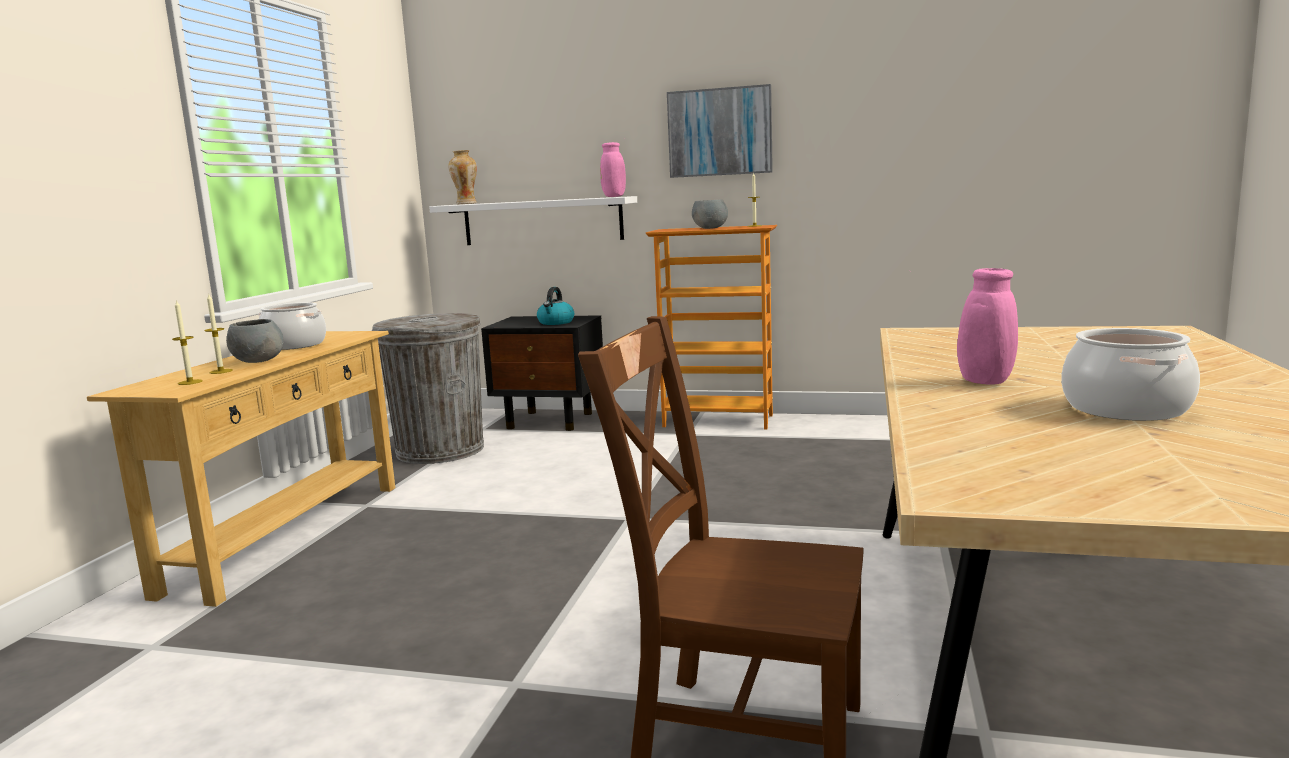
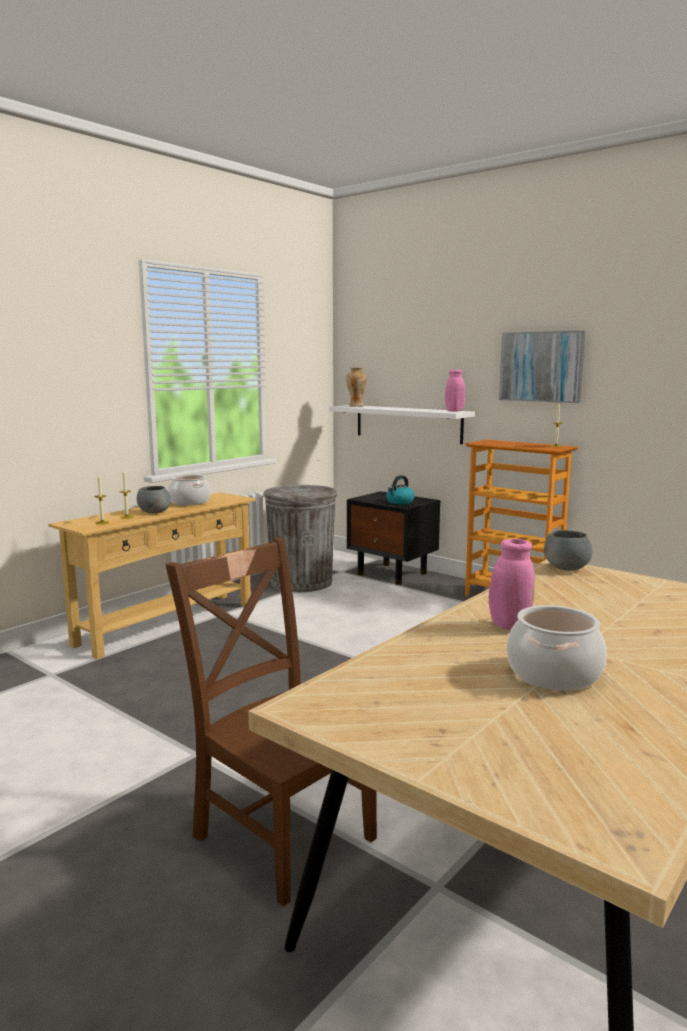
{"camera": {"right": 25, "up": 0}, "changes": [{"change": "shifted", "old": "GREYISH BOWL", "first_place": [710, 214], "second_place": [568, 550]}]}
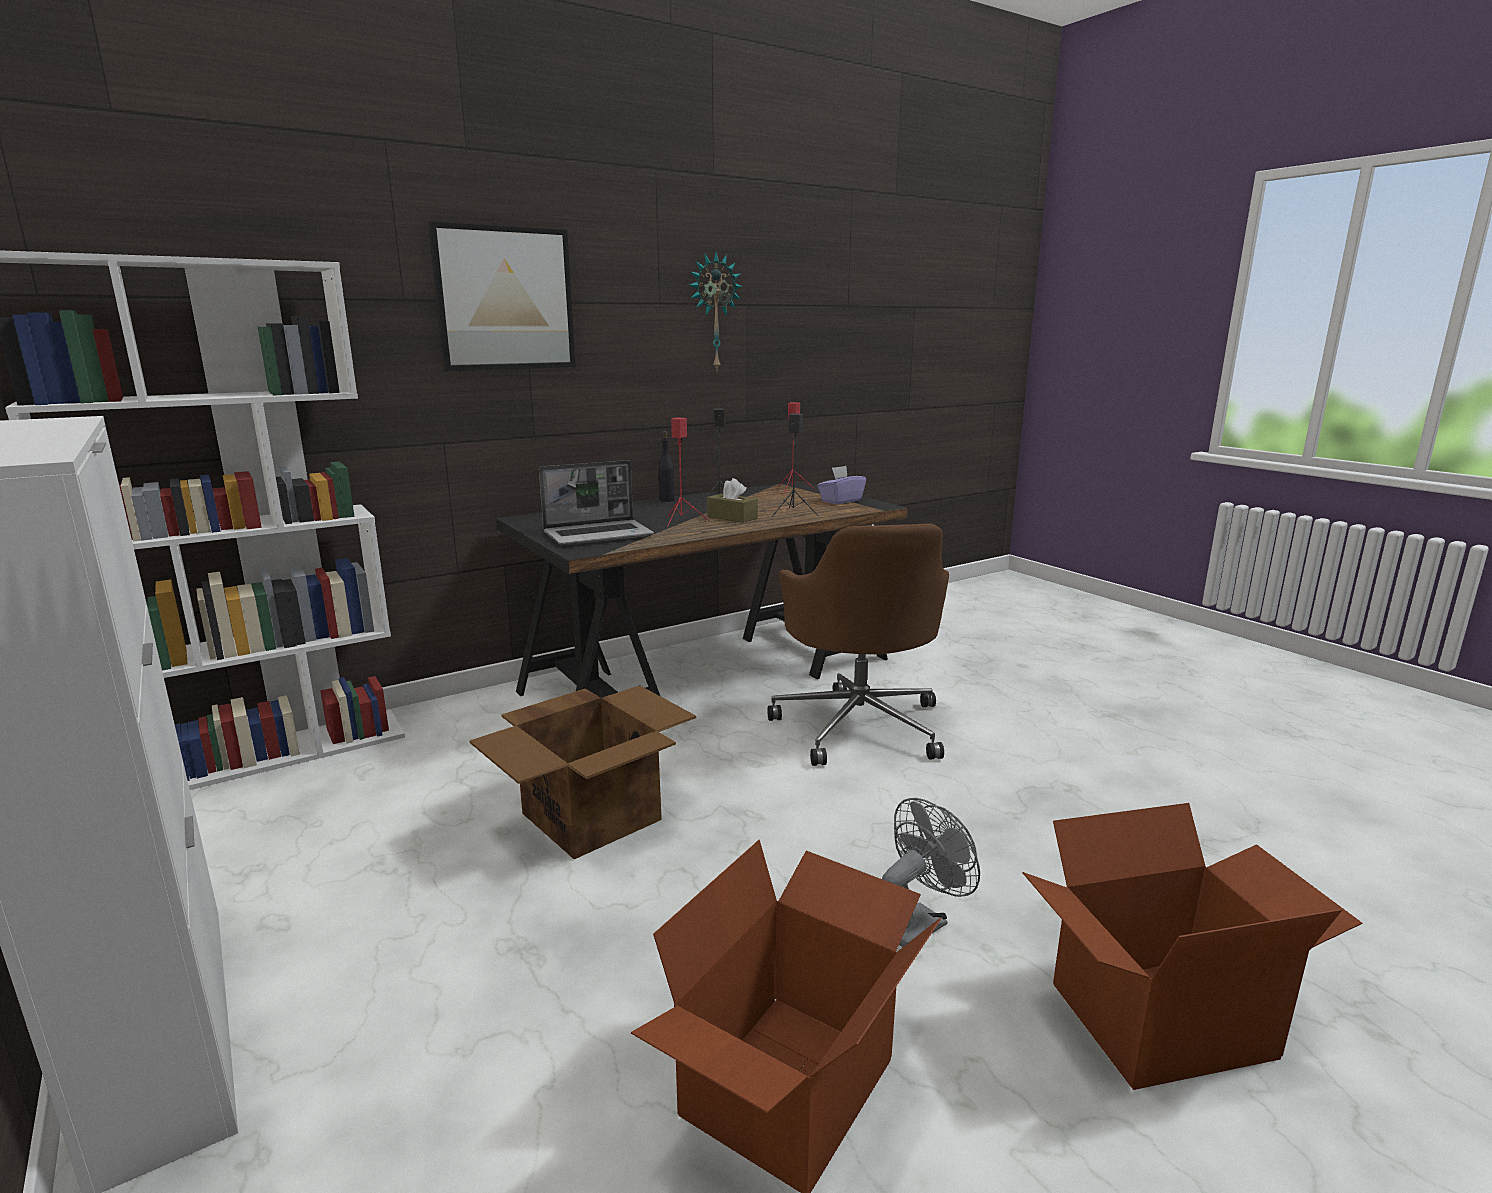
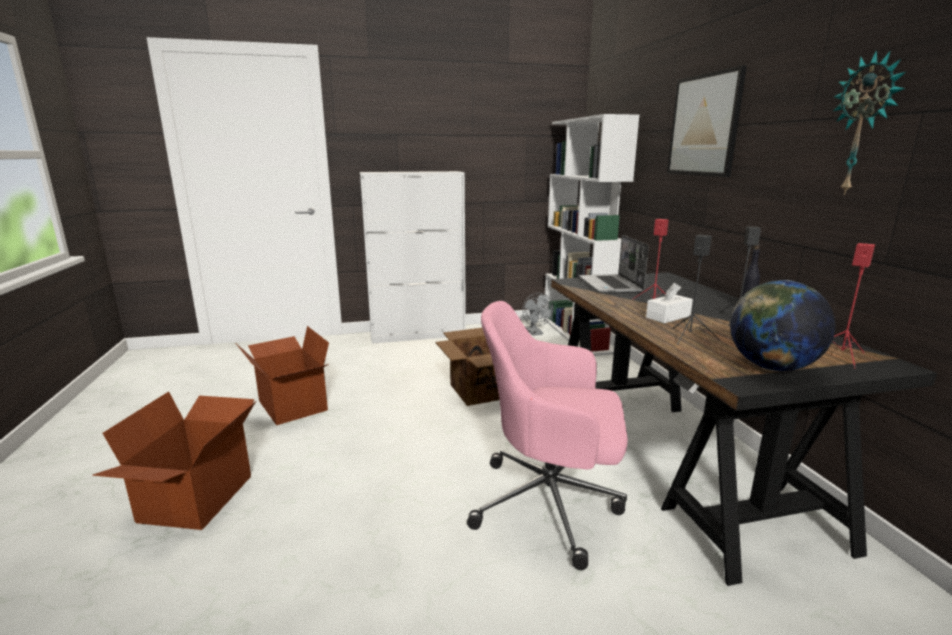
{"camera": {"right": 110, "up": 0}, "changes": [{"change": "swapped", "old": "PURPLE TISSUE HOLDER", "new": "GLOBE", "first_place": [841, 485], "second_place": [783, 325]}, {"change": "repainted", "old": "BROWN-COLOURED TISSUE HOLDER", "new": "WHITE TISSUE HOLDER", "first_place": [732, 500], "second_place": [669, 303]}, {"change": "repainted", "old": "BROWN-COLOURED OFFICE CHAIR", "new": "PINK OFFICE CHAIR", "first_place": [858, 645], "second_place": [547, 435]}, {"change": "shifted", "old": "GREYISH COOLING FAN", "first_place": [931, 872], "second_place": [538, 314]}]}
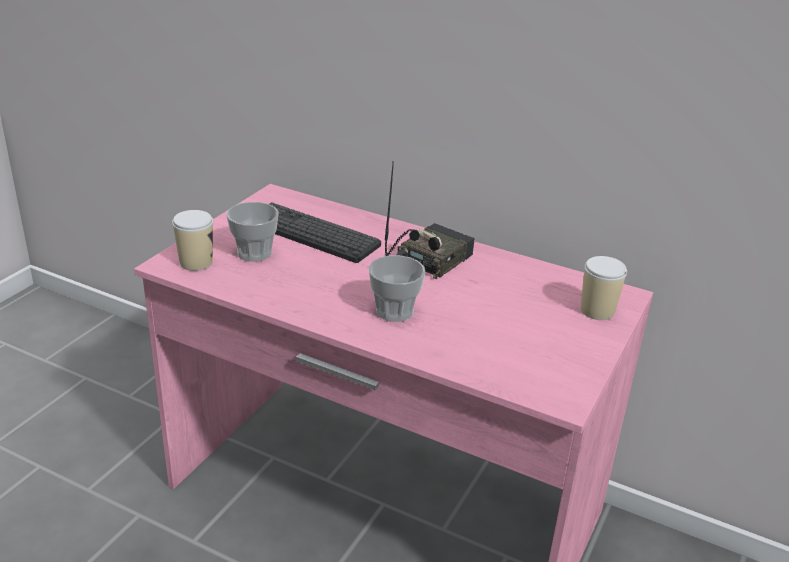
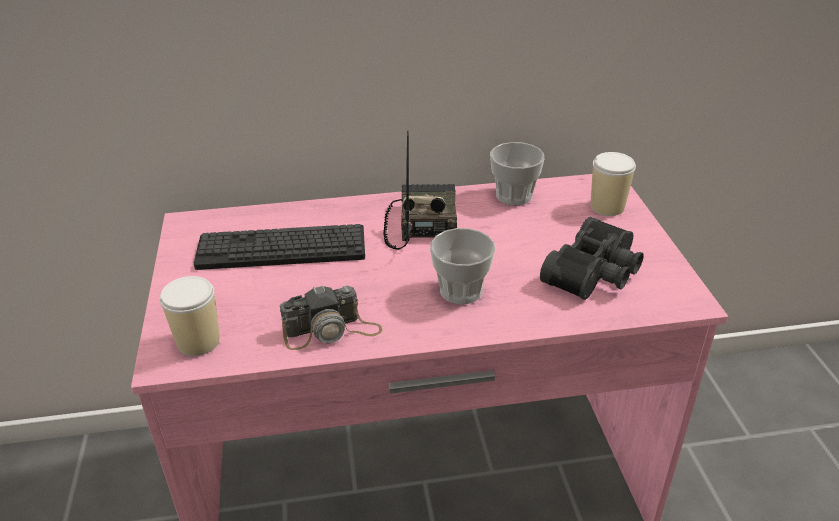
{"camera": {"right": -35, "up": 5}, "changes": [{"change": "shifted", "old": "SMALL CUP", "first_place": [252, 232], "second_place": [517, 173]}, {"change": "new", "new": "BLACK-COLOURED FIELD GLASSES", "second_place": [592, 258]}, {"change": "new", "new": "PHOTO CAMERA", "second_place": [331, 317]}]}
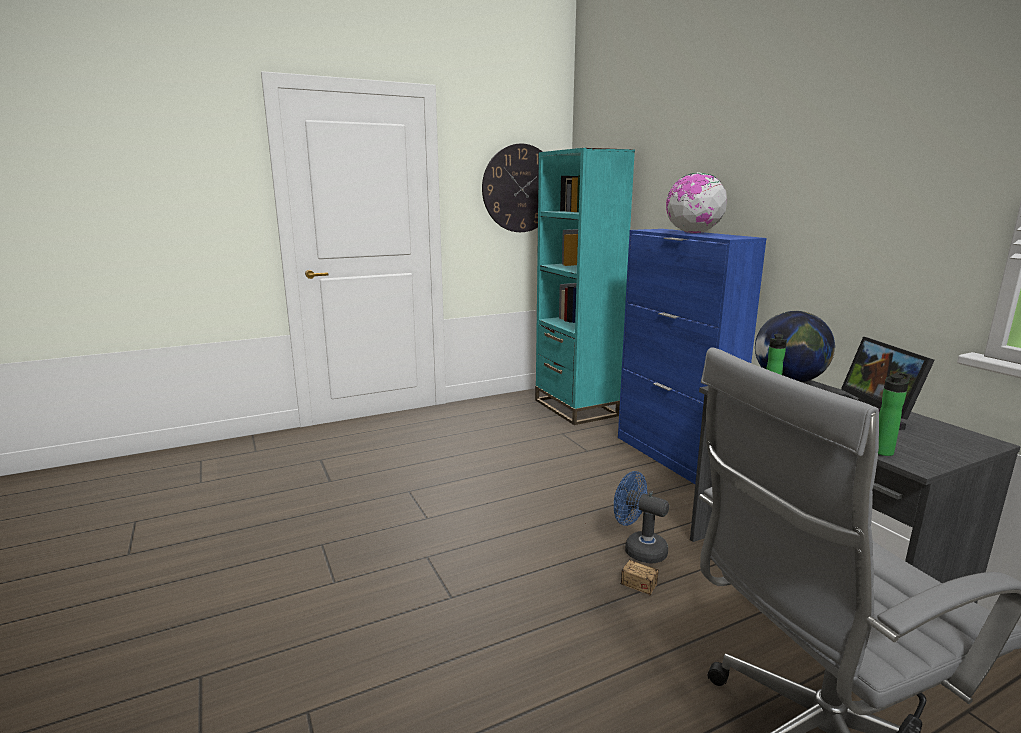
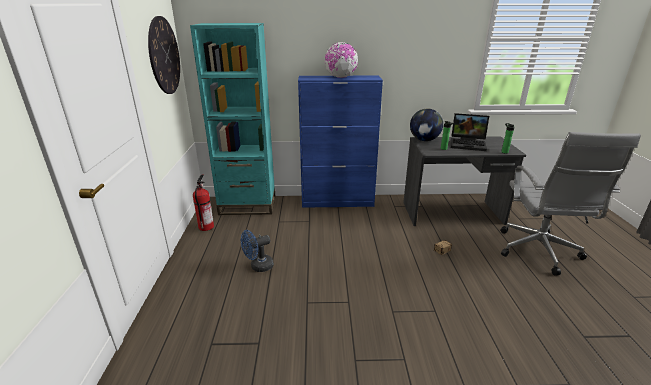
{"camera": {"right": -65, "up": 10}, "changes": [{"change": "shifted", "old": "BLUE-COLOURED COOLING FAN", "first_place": [641, 517], "second_place": [257, 251]}, {"change": "new", "new": "FIRE-FIGHTING CYLINDER", "second_place": [203, 203]}]}
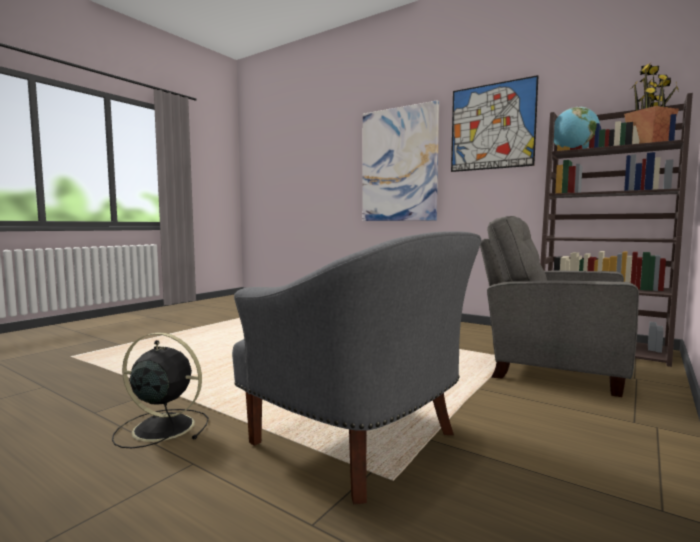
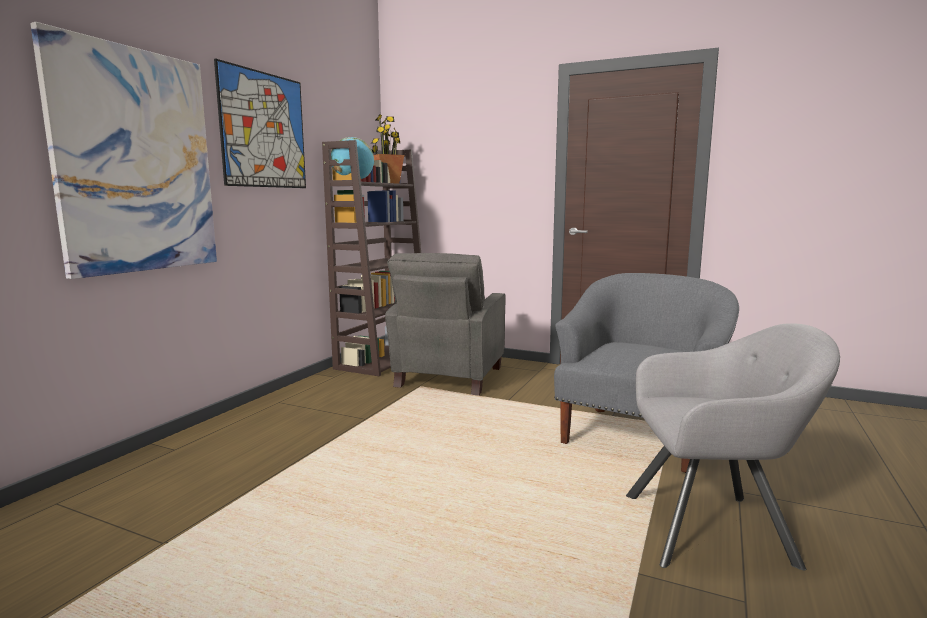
{"camera": {"right": -100, "up": 5}, "changes": [{"change": "swapped", "old": "BLACK-COLOURED COOLING FAN", "new": "GREYISH LOUNGE CHAIR", "first_place": [160, 390], "second_place": [733, 446]}]}
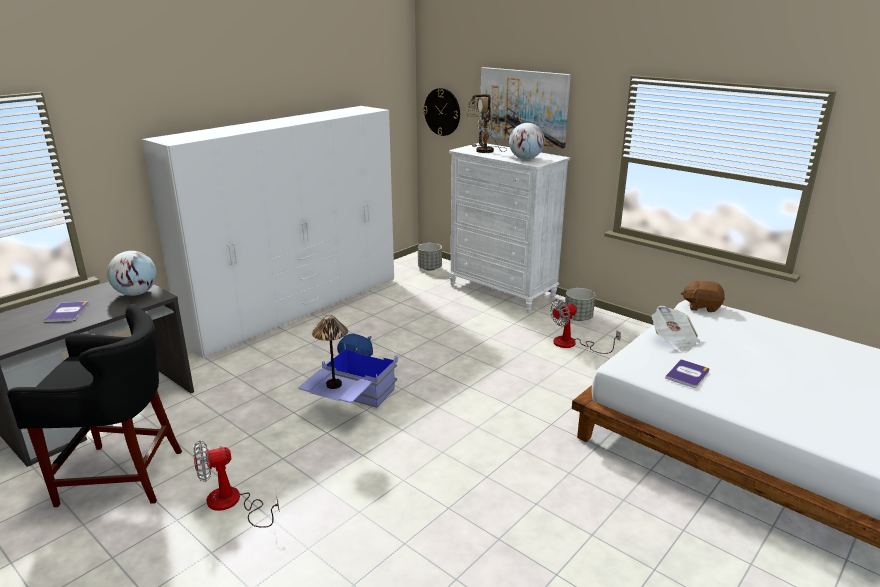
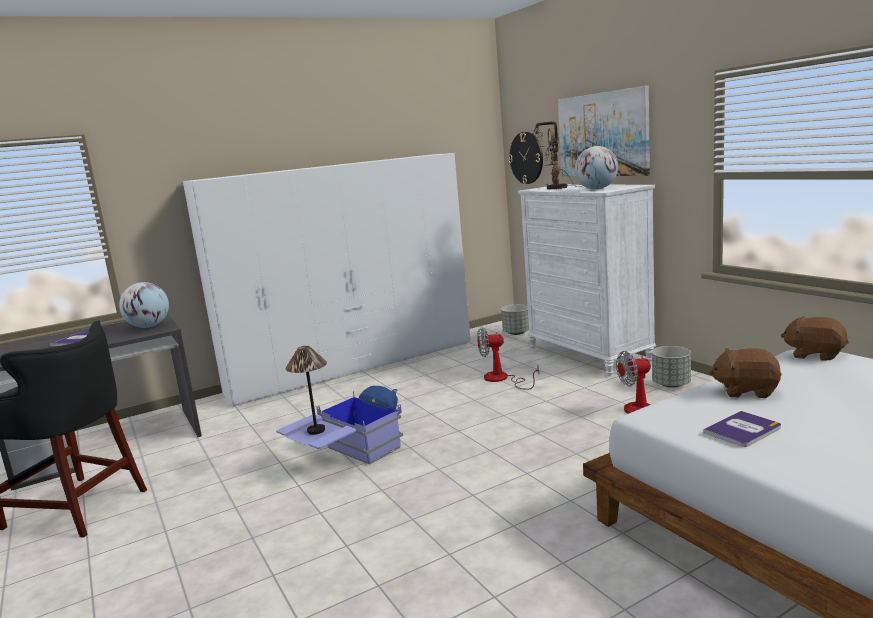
{"camera": {"right": 20, "up": -10}, "changes": [{"change": "swapped", "old": "NEWSPAPER", "new": "BROWN-COLOURED SOFT TOY", "first_place": [675, 329], "second_place": [745, 373]}, {"change": "shifted", "old": "COOLING FAN", "first_place": [236, 484], "second_place": [508, 358]}]}
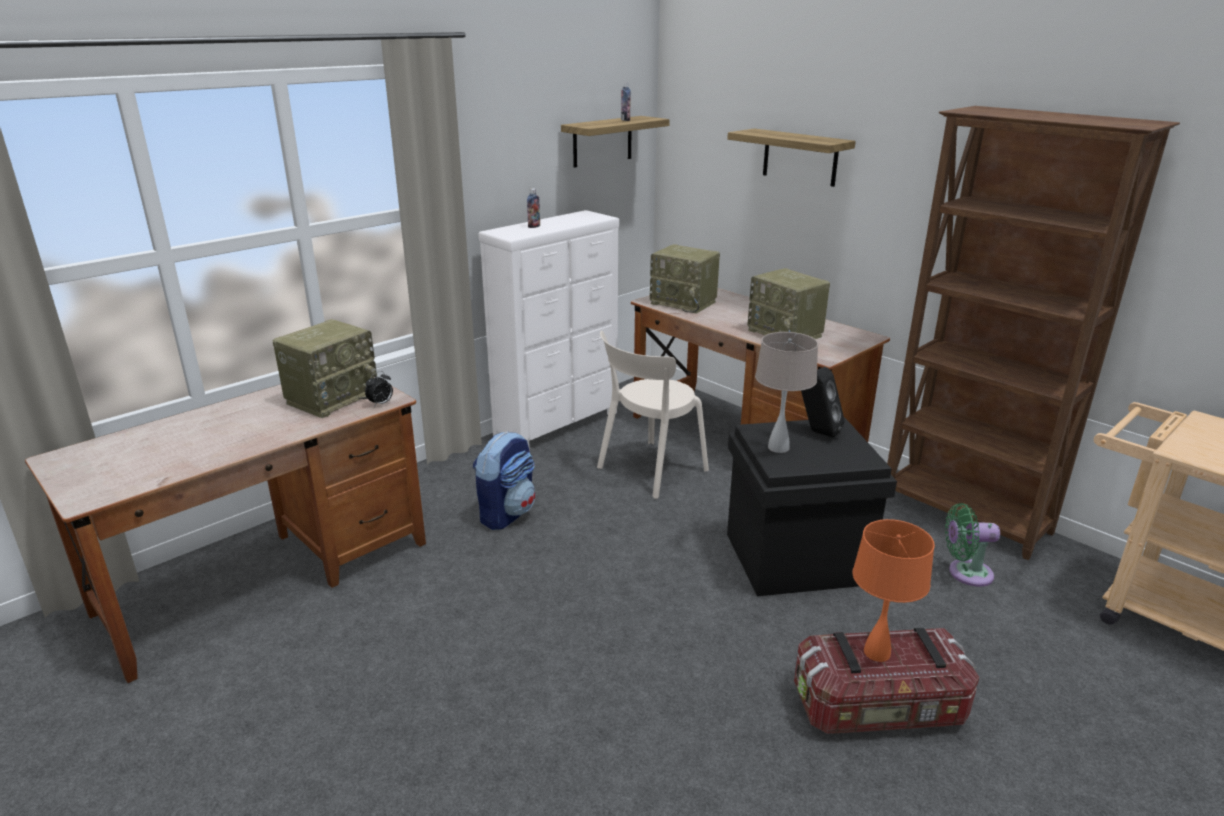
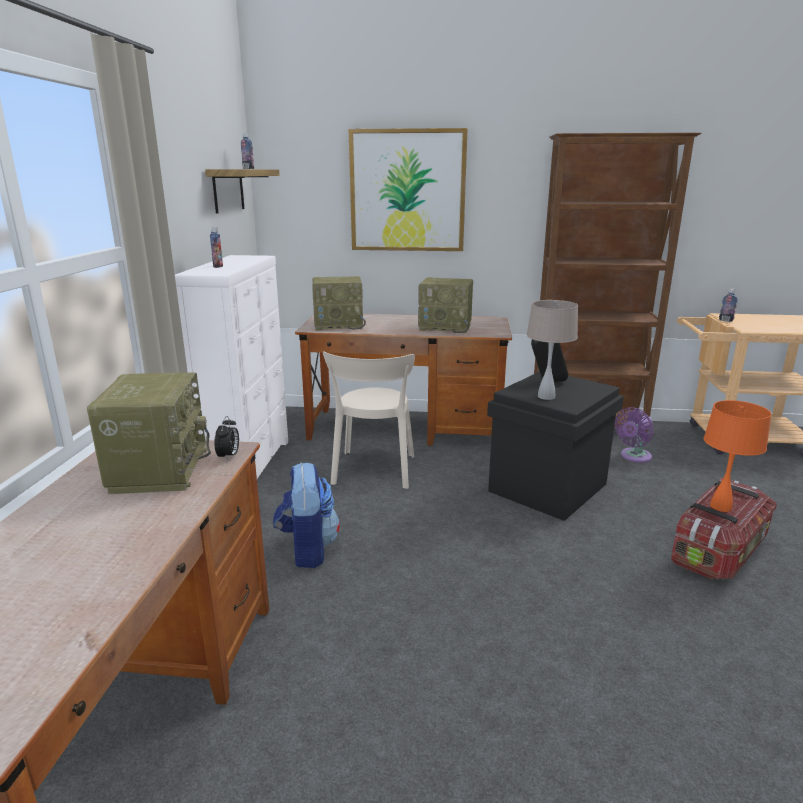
{"camera": {"right": -40, "up": -5}, "changes": [{"change": "swapped", "old": "BRACKET SHELF", "new": "WALL ART", "first_place": [791, 157], "second_place": [408, 189]}, {"change": "repainted", "old": "GREENISH COOLING FAN", "new": "PURPLE COOLING FAN", "first_place": [972, 545], "second_place": [634, 435]}, {"change": "new", "new": "BEVERAGE BOTTLE", "second_place": [728, 305]}]}
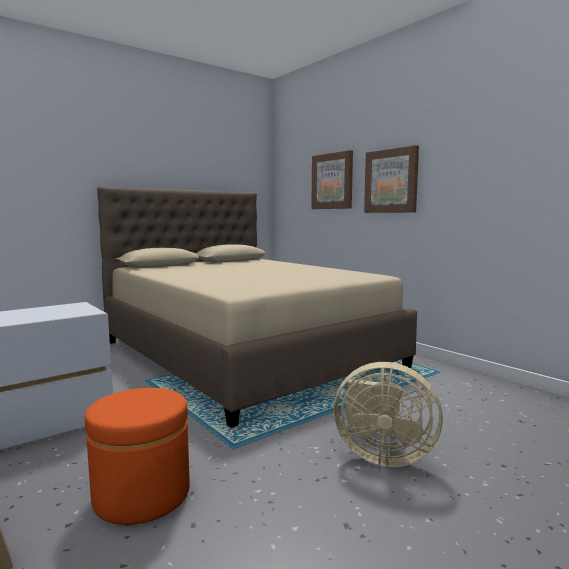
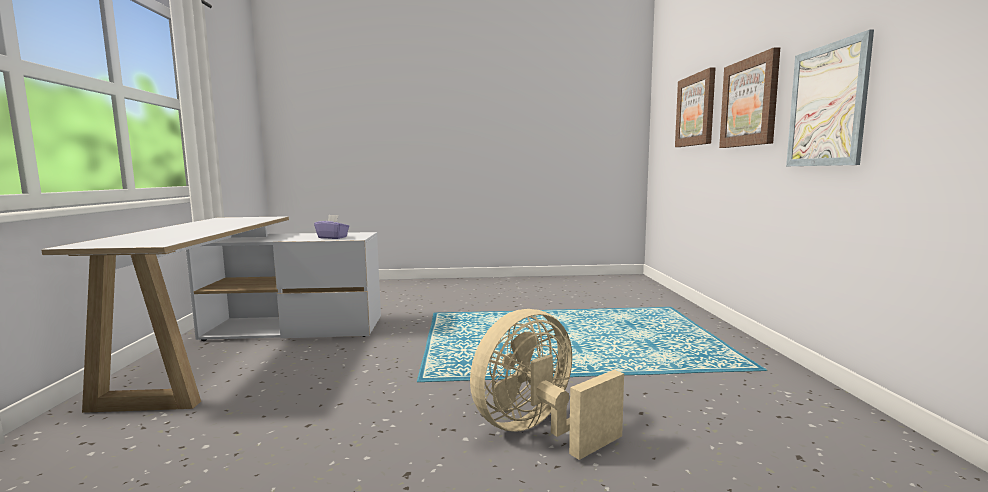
{"camera": {"right": 35, "up": 0}, "changes": [{"change": "gone", "old": "SAND-COLOURED BEDROOM BED", "first_place": [257, 307]}, {"change": "rotated", "old": "SAND-COLOURED COOLING FAN", "first_place": [388, 414], "second_place": [547, 384], "degrees": 90}, {"change": "gone", "old": "ORANGE OTTOMAN", "first_place": [137, 456]}, {"change": "new", "new": "WALL ART", "second_place": [830, 98]}, {"change": "new", "new": "PURPLE TISSUE HOLDER", "second_place": [331, 227]}]}
